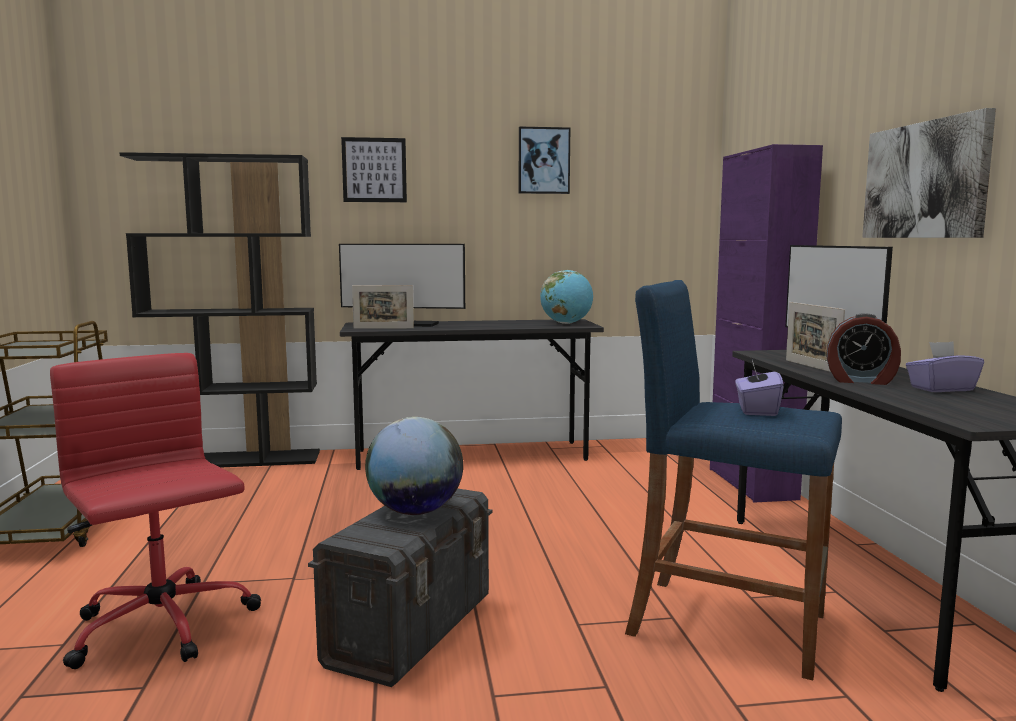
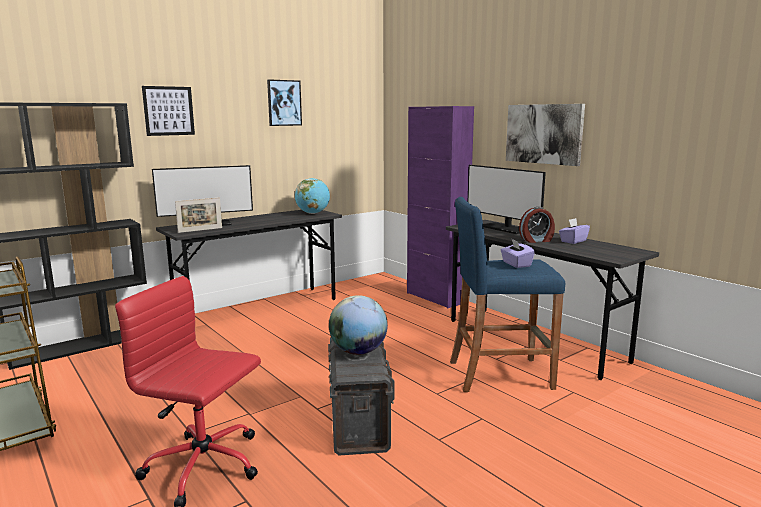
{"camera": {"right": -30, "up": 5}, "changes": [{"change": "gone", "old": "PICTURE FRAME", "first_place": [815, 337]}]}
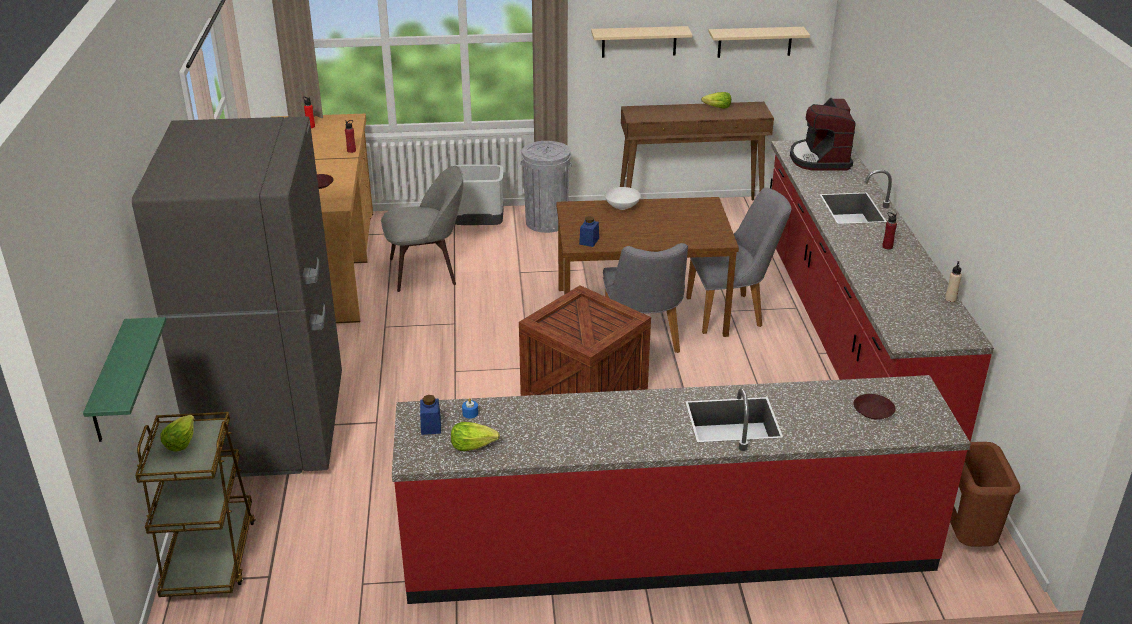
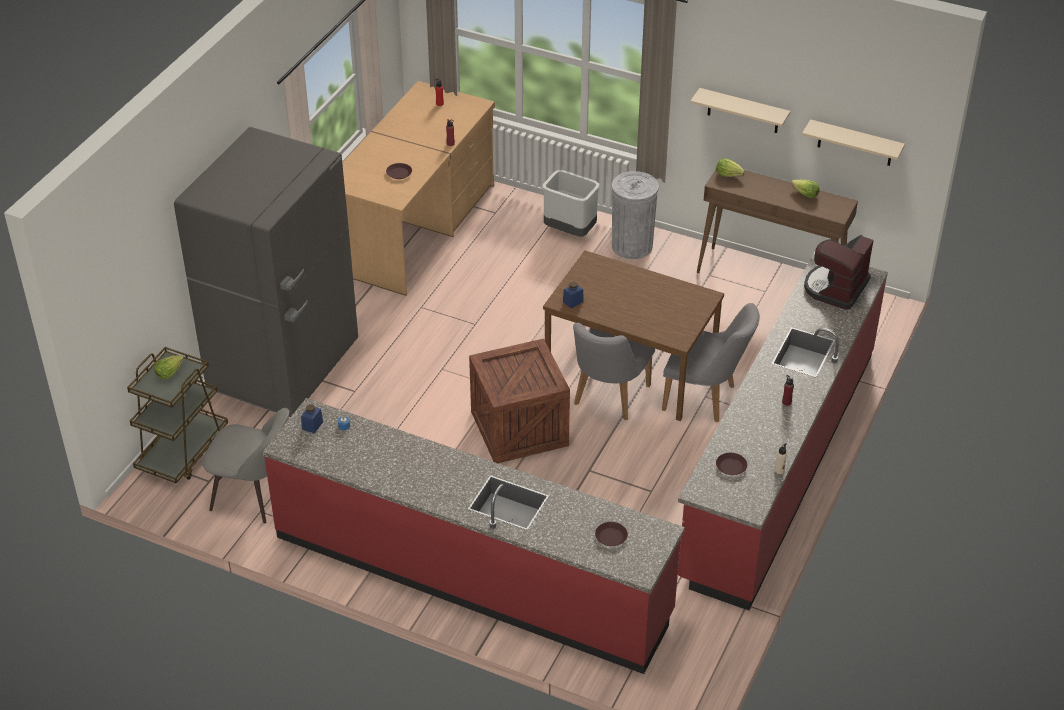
{"camera": {"right": 30, "up": 10}, "changes": [{"change": "shifted", "old": "GREYISH UPRIGHT CHAIR", "first_place": [422, 229], "second_place": [245, 465]}, {"change": "gone", "old": "WHITE BOWL", "first_place": [622, 198]}, {"change": "gone", "old": "GREENISH BRACKET SHELF", "first_place": [124, 379]}, {"change": "shifted", "old": "LETTUCE", "first_place": [475, 436], "second_place": [730, 167]}, {"change": "gone", "old": "BROWN-COLOURED WASTE BIN", "first_place": [985, 494]}, {"change": "new", "new": "BROWN-COLOURED PLATE", "second_place": [731, 464]}]}
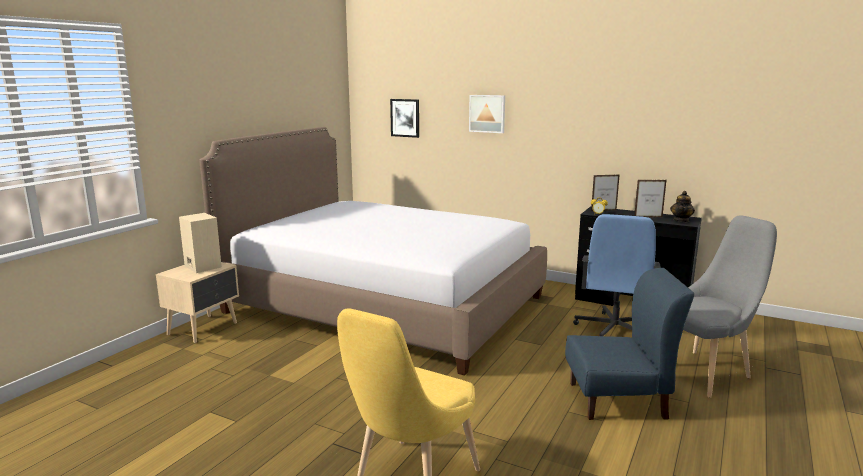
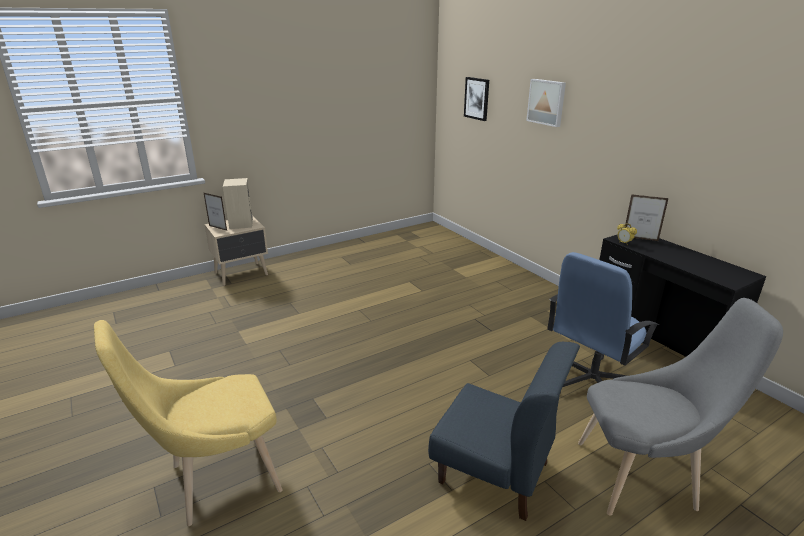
{"camera": {"right": 30, "up": 10}, "changes": [{"change": "gone", "old": "BEDROOM BED", "first_place": [373, 251]}, {"change": "shifted", "old": "PICTURE FRAME", "first_place": [650, 198], "second_place": [215, 211]}, {"change": "gone", "old": "TEAPOT", "first_place": [682, 206]}]}
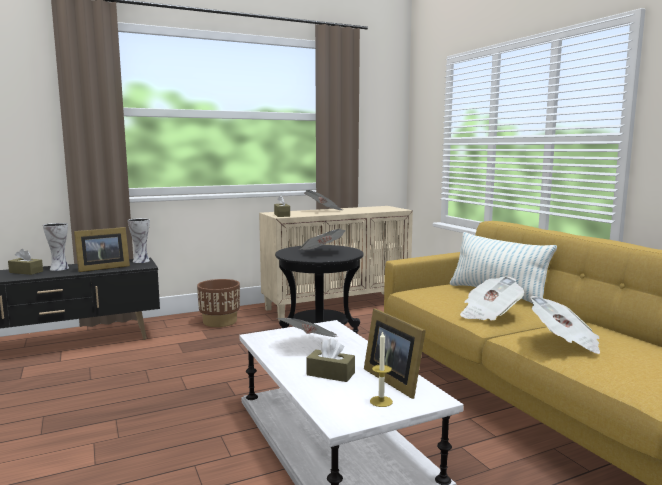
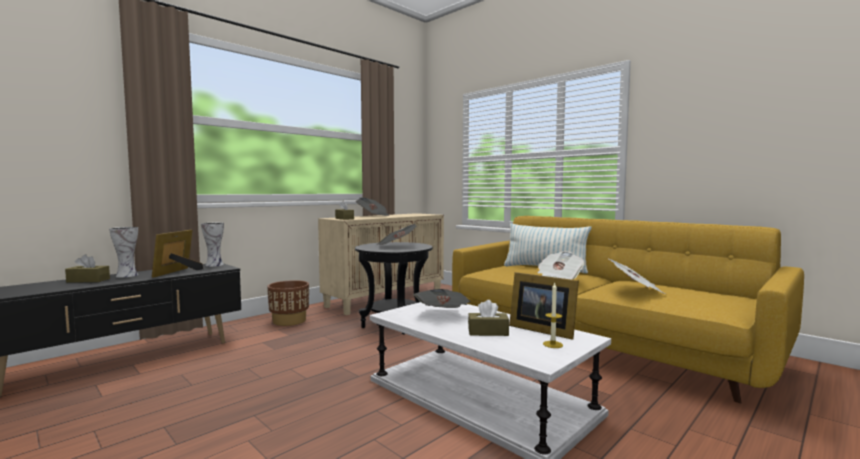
{"camera": {"right": -20, "up": -5}, "changes": [{"change": "rotated", "old": "PICTURE FRAME", "first_place": [102, 249], "second_place": [177, 254], "degrees": 150}]}
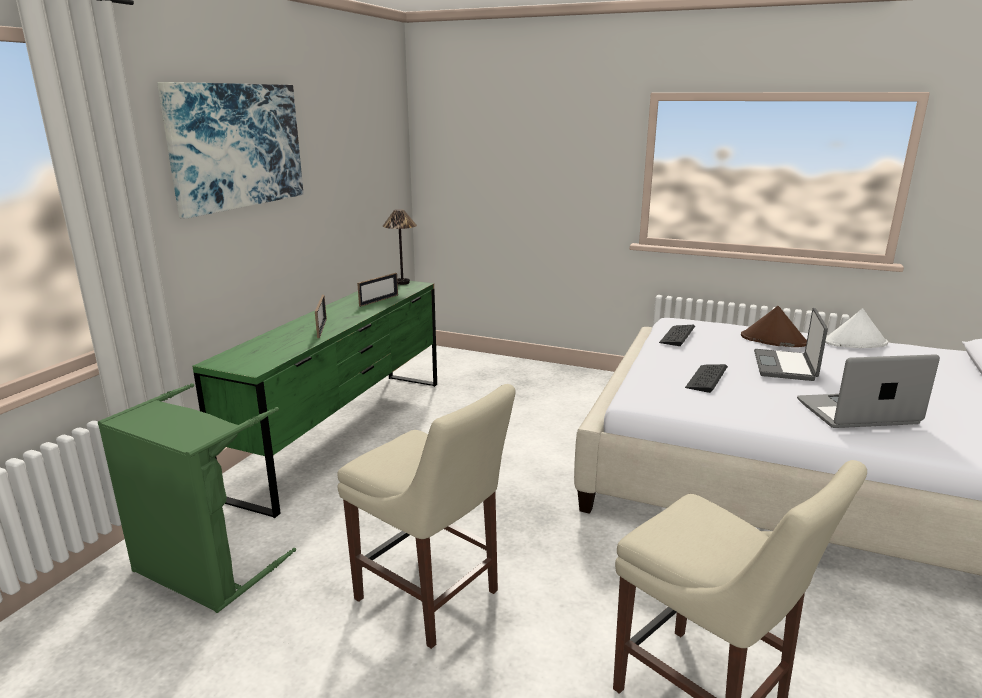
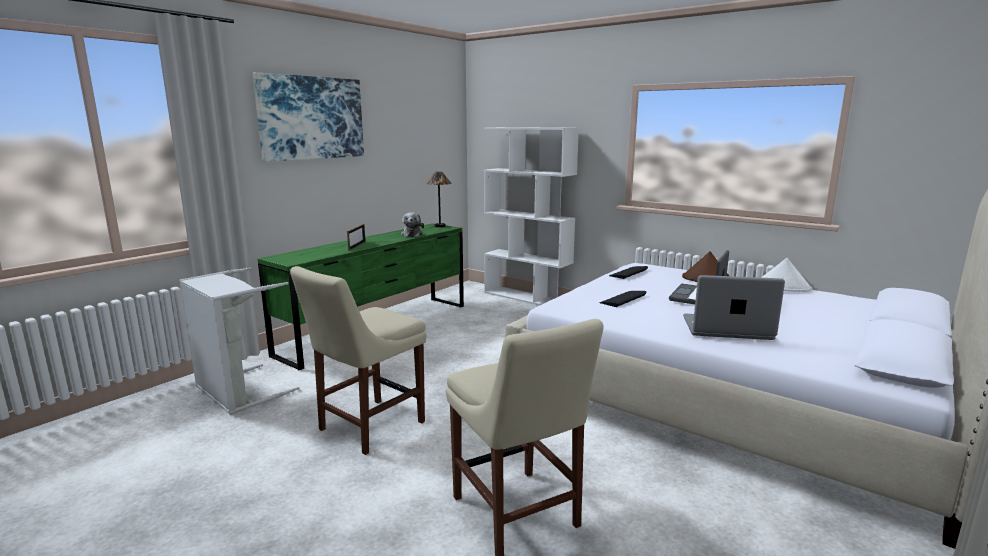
{"camera": {"right": 15, "up": -5}, "changes": [{"change": "swapped", "old": "PICTURE FRAME", "new": "SOFT TOY", "first_place": [377, 290], "second_place": [412, 224]}, {"change": "repainted", "old": "GREENISH HAMPER", "new": "GREYISH HAMPER", "first_place": [197, 498], "second_place": [239, 341]}, {"change": "rotated", "old": "SAND-COLOURED UPRIGHT CHAIR", "first_place": [426, 516], "second_place": [358, 360], "degrees": 75}, {"change": "new", "new": "WHITE BOOKCASE", "second_place": [531, 216]}]}
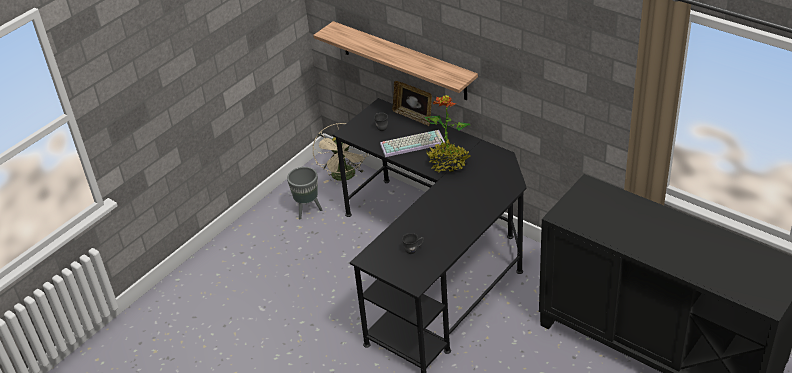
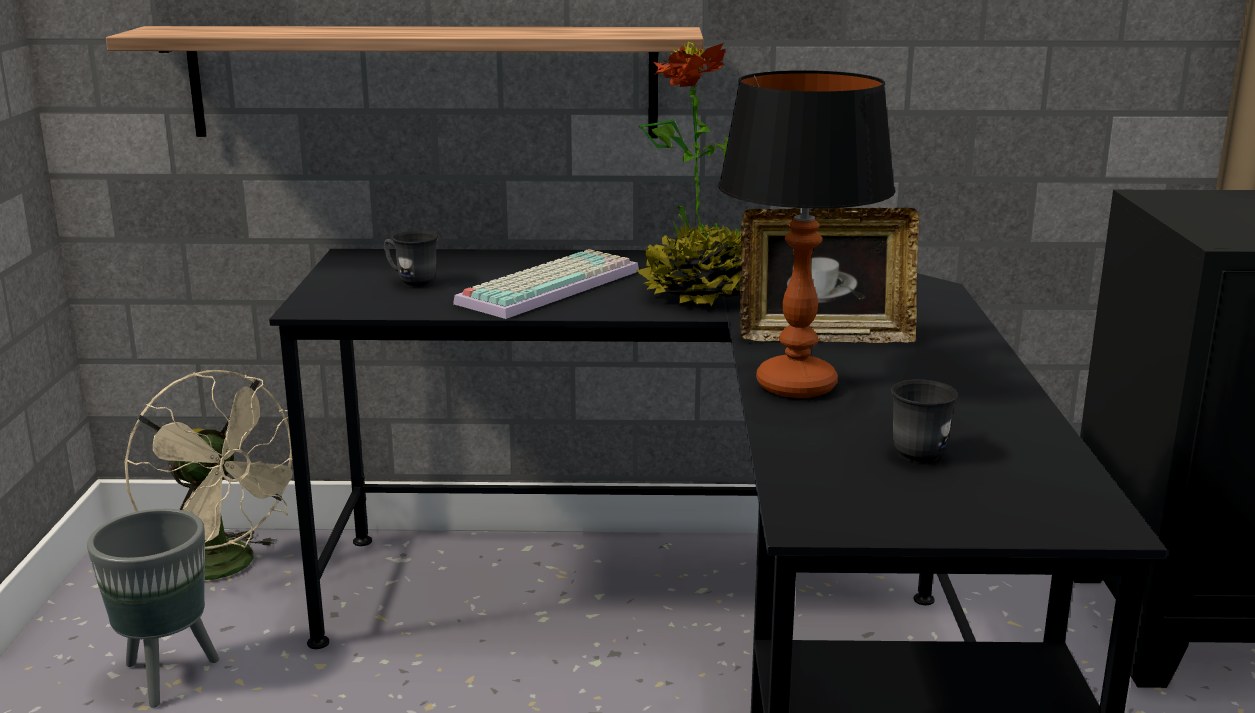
{"camera": {"right": -40, "up": -20}, "changes": [{"change": "shifted", "old": "PICTURE FRAME", "first_place": [412, 103], "second_place": [829, 275]}, {"change": "new", "new": "LAMP FOR A TABLE", "second_place": [806, 234]}]}
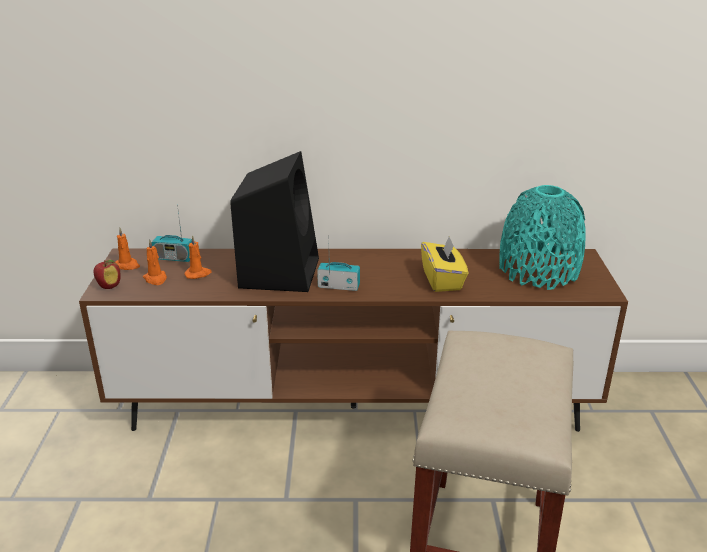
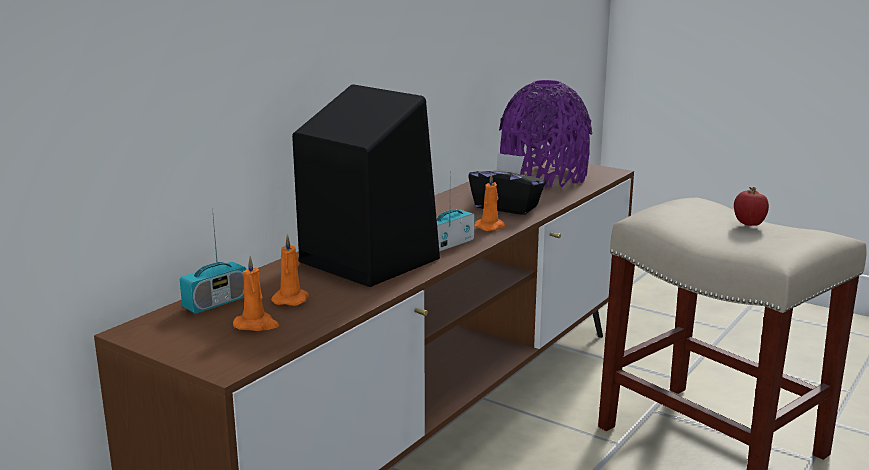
{"camera": {"right": -55, "up": -10}, "changes": [{"change": "repainted", "old": "BLUE-GREEN DECORATIVE VASE", "new": "PURPLE DECORATIVE VASE", "first_place": [542, 237], "second_place": [545, 134]}, {"change": "shifted", "old": "ORANGE WAX CANDLE", "first_place": [127, 249], "second_place": [489, 202]}, {"change": "repainted", "old": "YELLOW TISSUE HOLDER", "new": "BLACK-COLOURED TISSUE HOLDER", "first_place": [444, 263], "second_place": [507, 184]}, {"change": "shifted", "old": "APPLE FRUIT", "first_place": [107, 274], "second_place": [751, 206]}]}
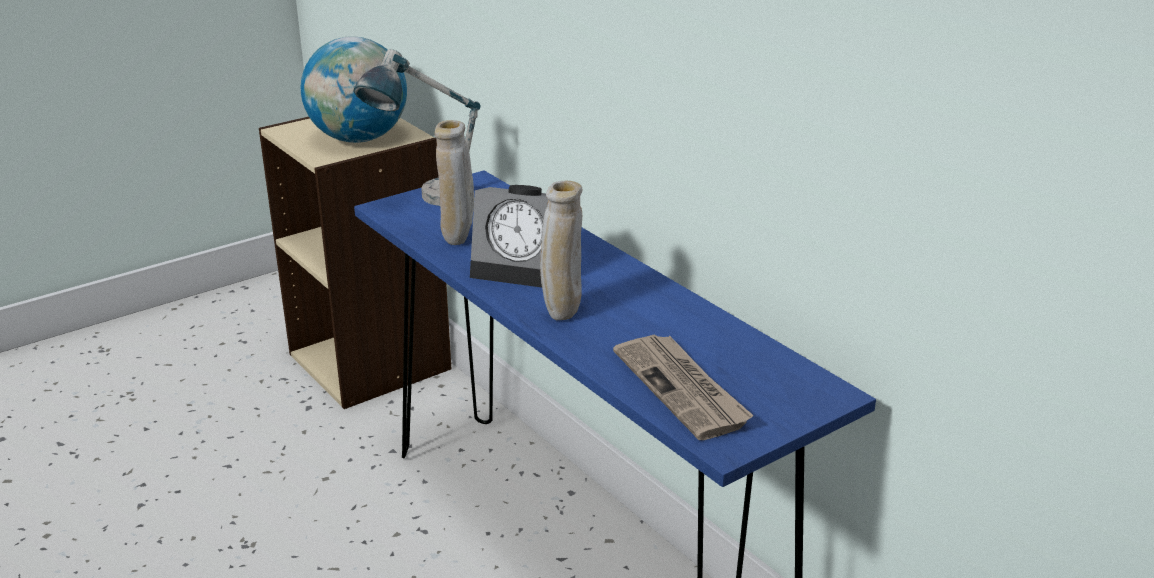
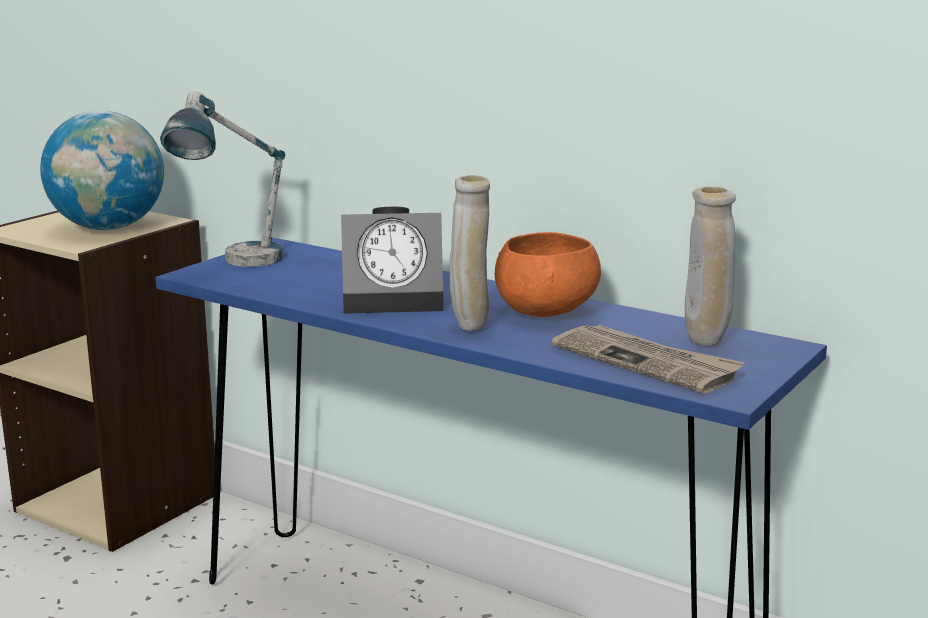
{"camera": {"right": -20, "up": -10}, "changes": [{"change": "shifted", "old": "SAND-COLOURED DECORATIVE VASE", "first_place": [454, 182], "second_place": [710, 267]}, {"change": "new", "new": "ORANGE BOWL", "second_place": [548, 274]}]}
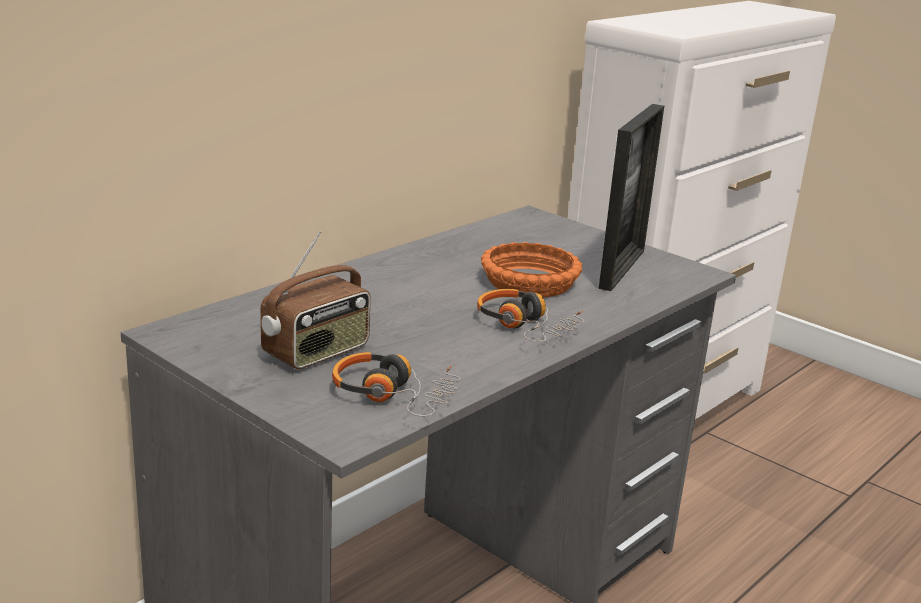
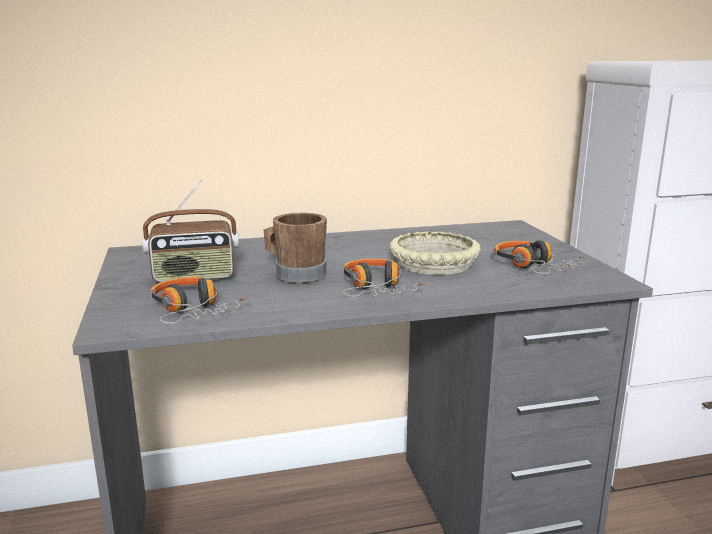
{"camera": {"right": 35, "up": -5}, "changes": [{"change": "swapped", "old": "PICTURE FRAME", "new": "PAIR OF HEADPHONES", "first_place": [631, 197], "second_place": [539, 257]}, {"change": "repainted", "old": "ORANGE BOWL", "new": "SAND-COLOURED BOWL", "first_place": [531, 269], "second_place": [435, 253]}, {"change": "new", "new": "BROWN-COLOURED MUG", "second_place": [295, 248]}]}
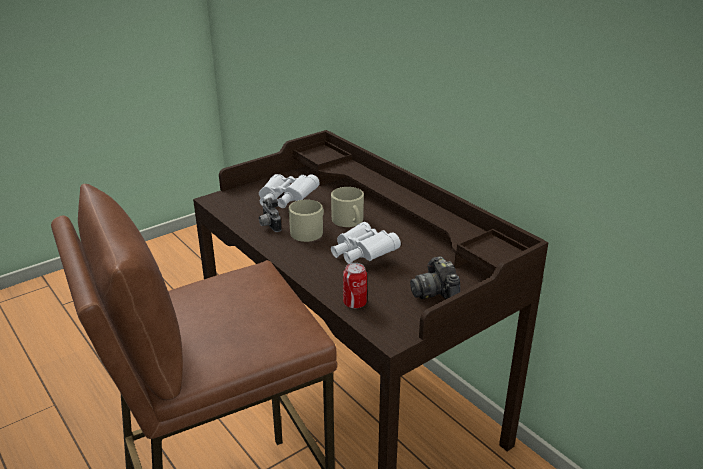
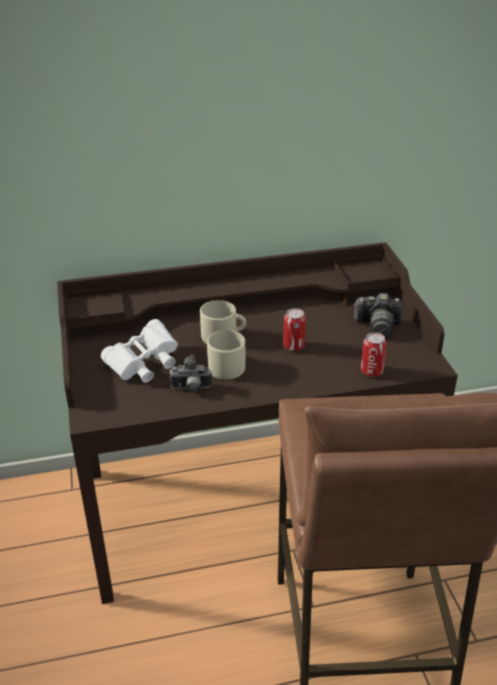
{"camera": {"right": -65, "up": 5}, "changes": [{"change": "swapped", "old": "WHITE FIELD GLASSES", "new": "METAL CAN", "first_place": [366, 243], "second_place": [294, 329]}]}
